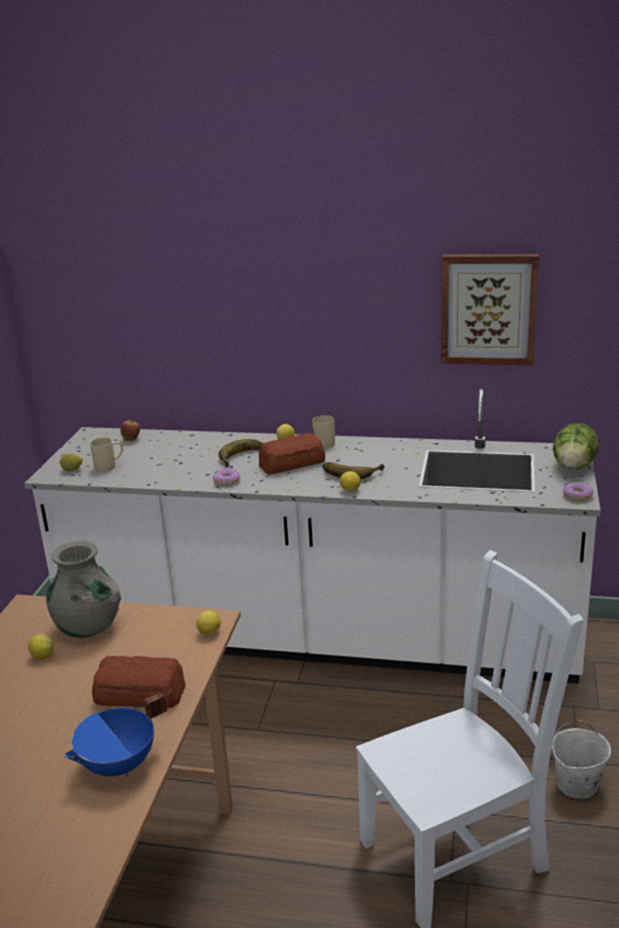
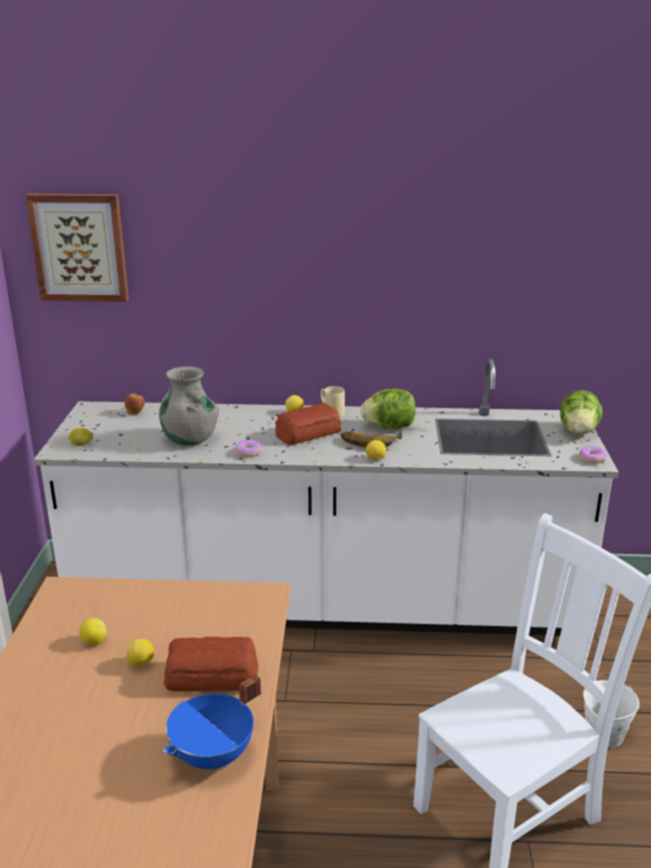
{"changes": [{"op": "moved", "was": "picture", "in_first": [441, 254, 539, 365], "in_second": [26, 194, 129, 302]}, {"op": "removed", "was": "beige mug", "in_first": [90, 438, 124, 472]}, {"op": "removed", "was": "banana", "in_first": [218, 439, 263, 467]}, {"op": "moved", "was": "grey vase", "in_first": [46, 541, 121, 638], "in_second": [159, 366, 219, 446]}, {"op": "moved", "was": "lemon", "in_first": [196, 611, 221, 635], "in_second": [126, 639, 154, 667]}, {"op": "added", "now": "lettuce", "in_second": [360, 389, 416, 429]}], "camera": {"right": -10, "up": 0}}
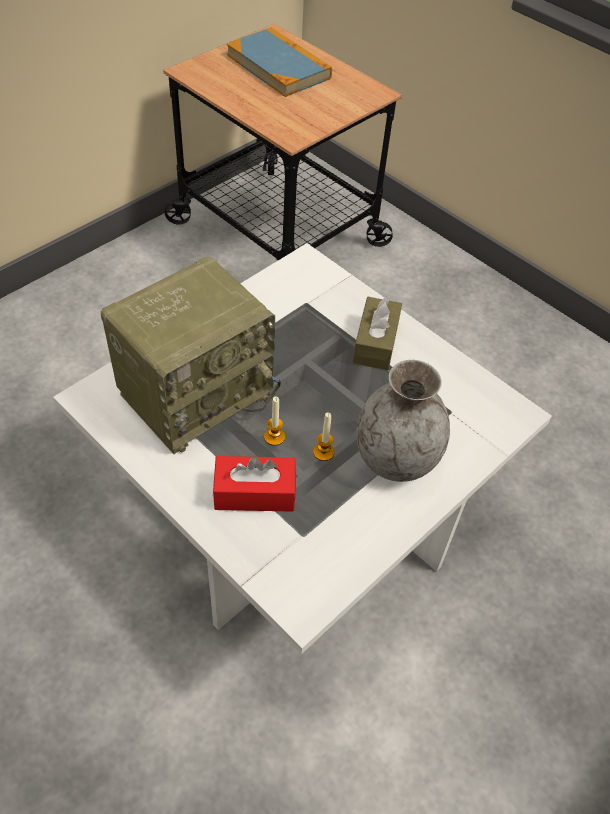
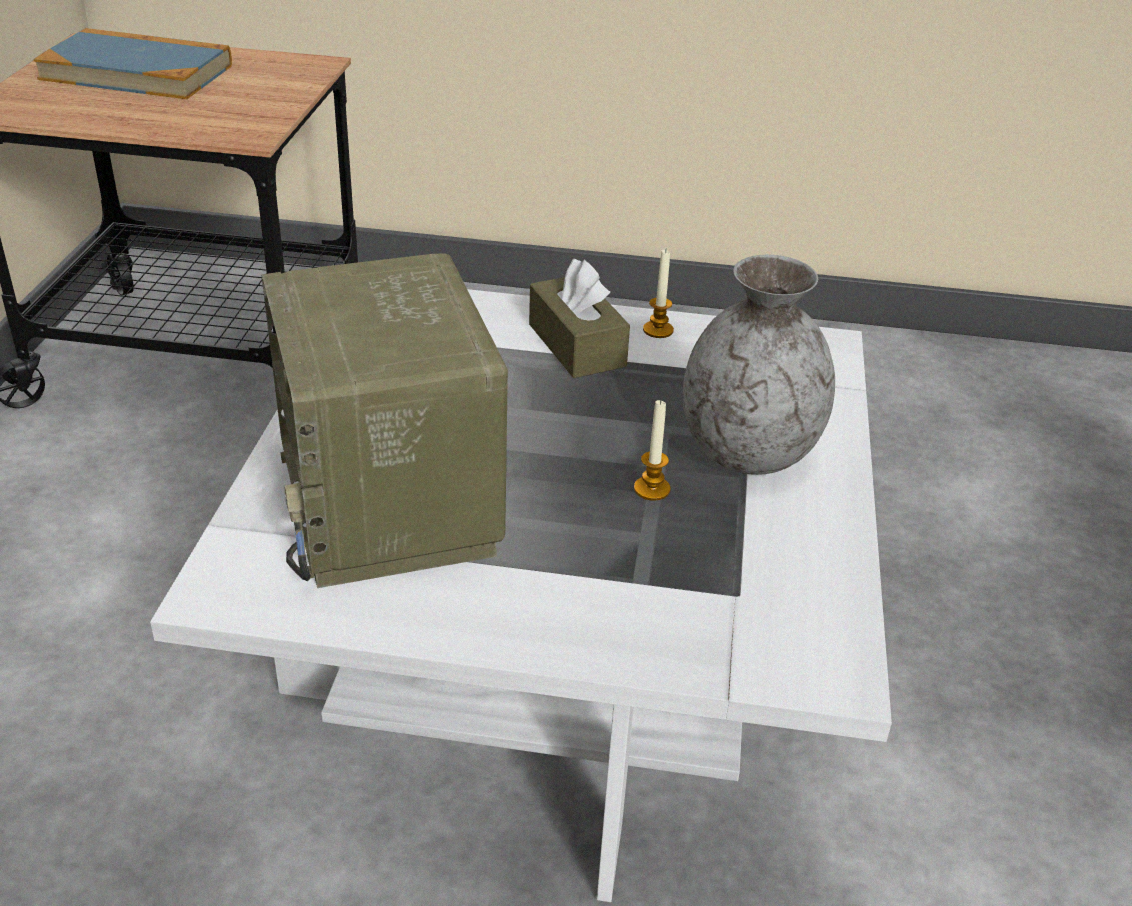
{"changes": [{"op": "turned", "was": "radio", "in_first": [101, 257, 281, 454], "in_second": [262, 253, 508, 588], "clockwise": 150}, {"op": "moved", "was": "candle", "in_first": [264, 396, 285, 446], "in_second": [643, 250, 674, 338]}, {"op": "removed", "was": "red tissue box", "in_first": [213, 456, 296, 512]}], "camera": {"right": -35, "up": -15}}
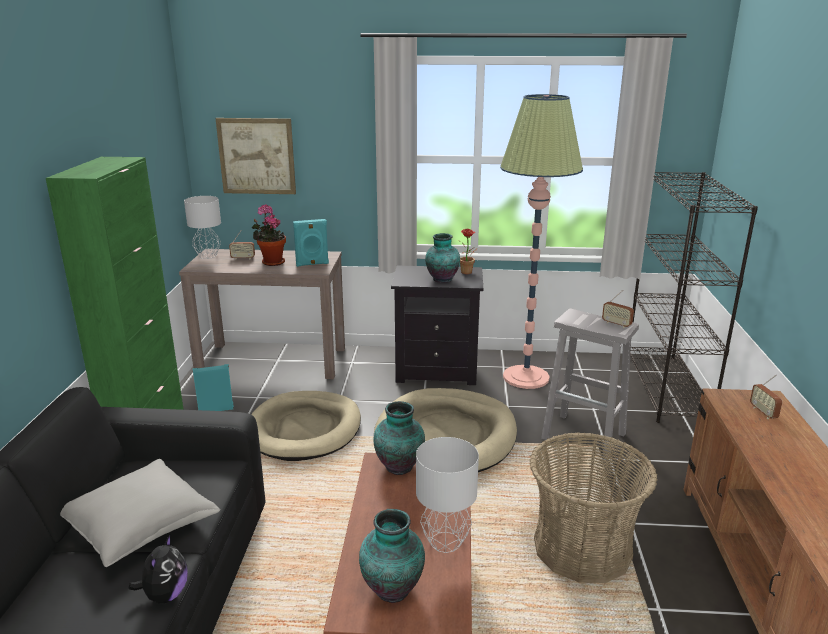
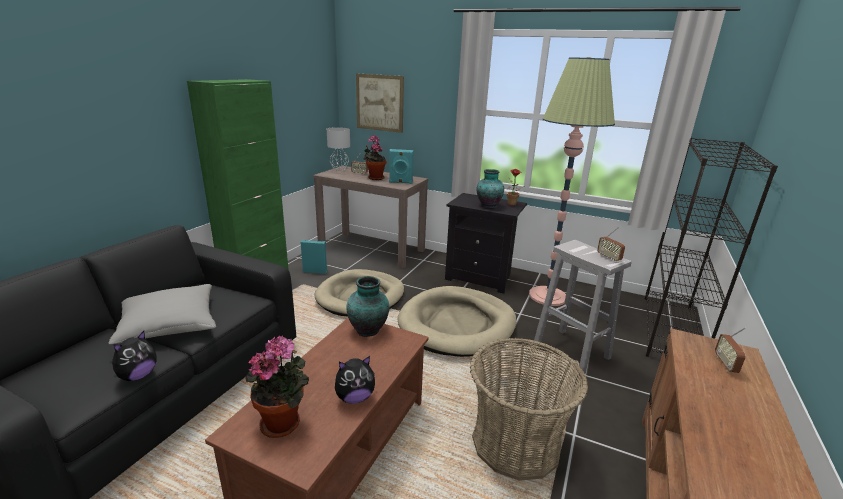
{"changes": [{"op": "replaced", "was": "grey table lamp", "now": "plush toy", "in_first": [416, 437, 479, 553], "in_second": [335, 356, 375, 404]}, {"op": "replaced", "was": "vase", "now": "potted plant", "in_first": [359, 509, 425, 603], "in_second": [245, 335, 309, 438]}], "camera": {"right": 20, "up": 0}}
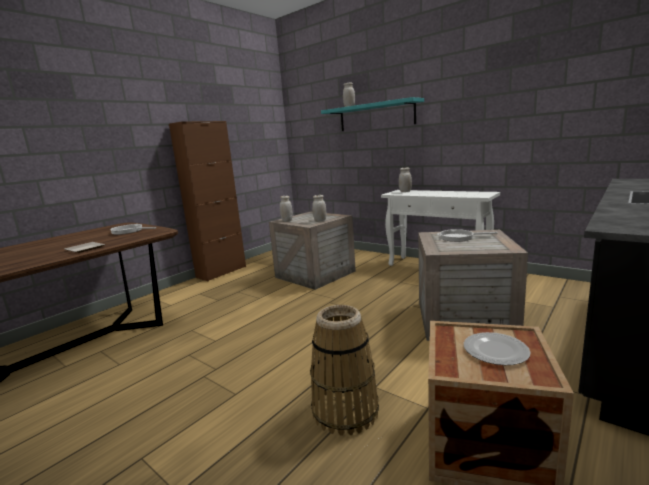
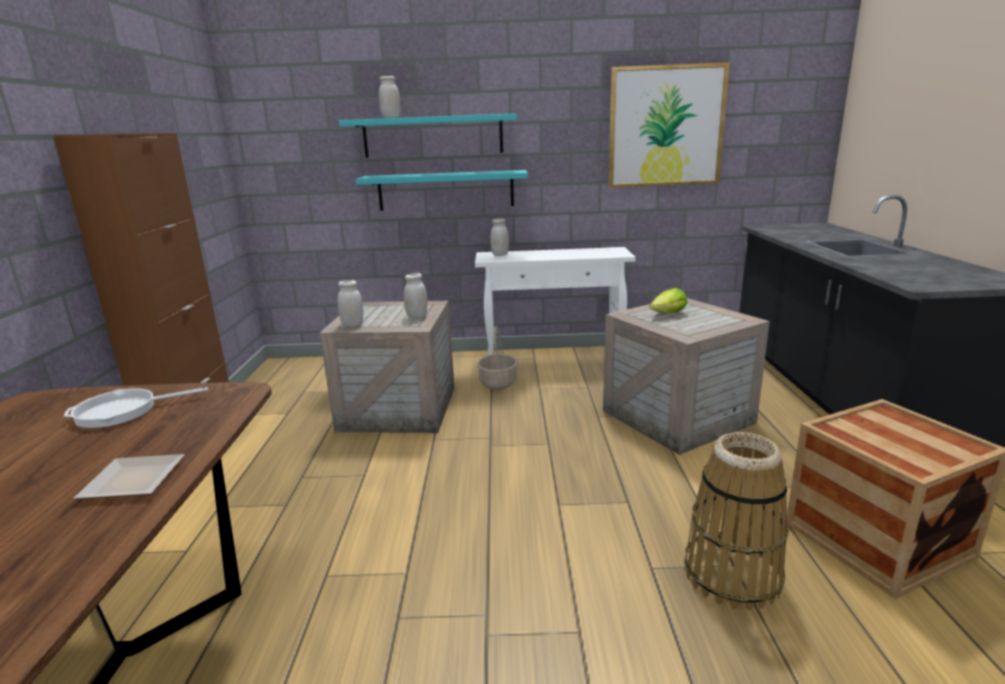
{"changes": [{"op": "replaced", "was": "frying pan", "now": "lettuce", "in_first": [437, 229, 498, 242], "in_second": [650, 288, 687, 313]}, {"op": "removed", "was": "plate", "in_first": [464, 332, 531, 365]}, {"op": "added", "now": "picture", "in_second": [608, 62, 730, 188]}, {"op": "added", "now": "turquoise shelf", "in_second": [355, 170, 528, 211]}, {"op": "added", "now": "basket", "in_second": [477, 325, 518, 390]}], "camera": {"right": -40, "up": 5}}
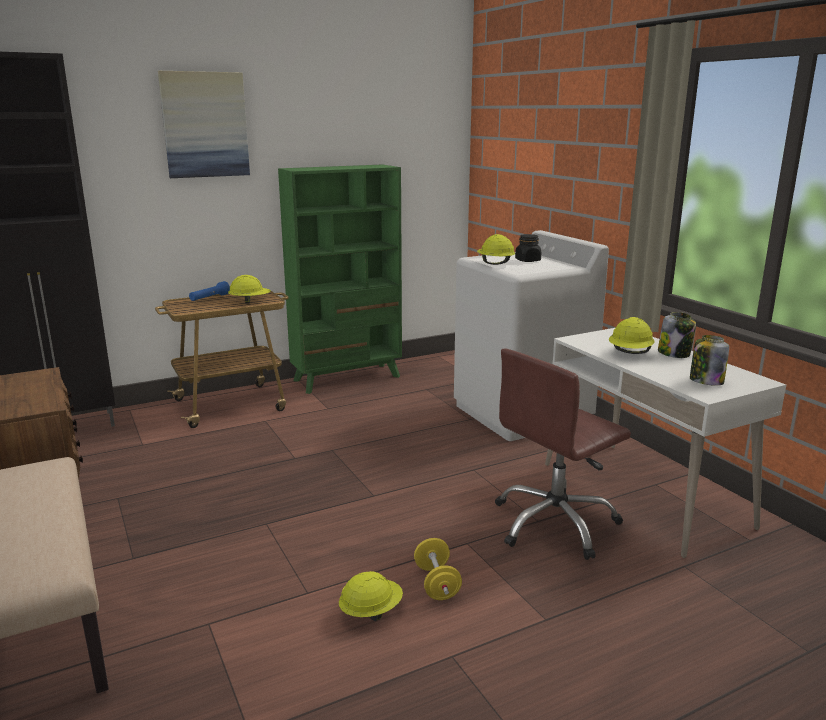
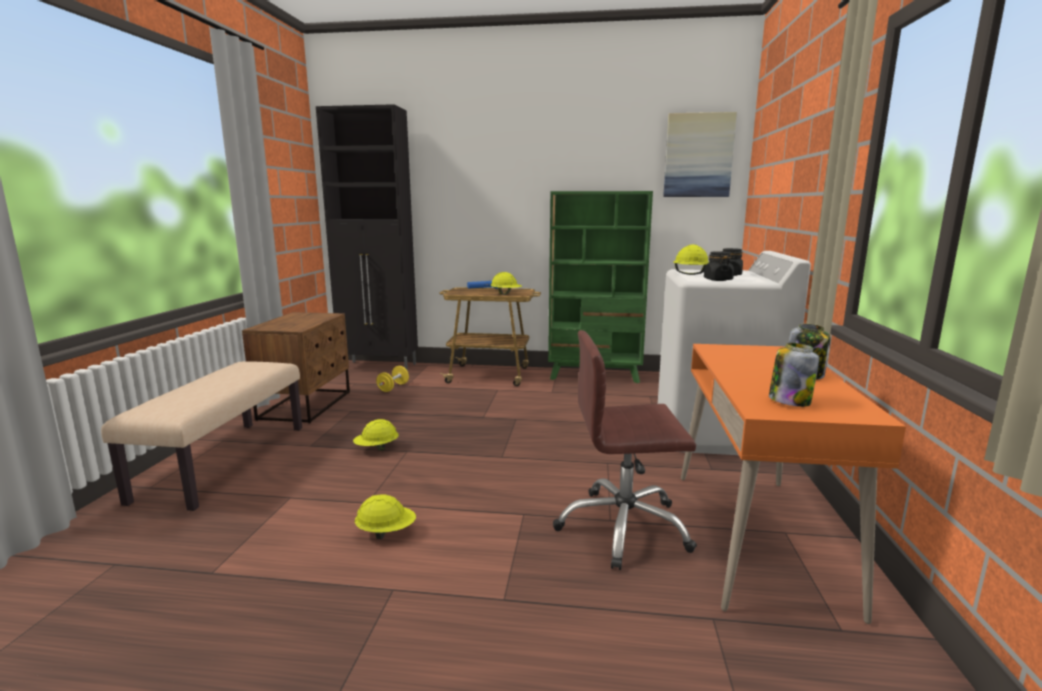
{"changes": [{"op": "moved", "was": "picture", "in_first": [158, 71, 250, 178], "in_second": [663, 112, 737, 197]}, {"op": "moved", "was": "yellow hard hat", "in_first": [609, 317, 655, 354], "in_second": [353, 419, 399, 451]}, {"op": "recoloured", "was": "white desk", "now": "orange desk", "in_first": [545, 328, 786, 558], "in_second": [681, 344, 906, 624]}, {"op": "moved", "was": "yellow dumbbell", "in_first": [414, 538, 462, 600], "in_second": [376, 366, 409, 392]}, {"op": "added", "now": "black jar", "in_second": [704, 251, 734, 281]}], "camera": {"right": 35, "up": -5}}
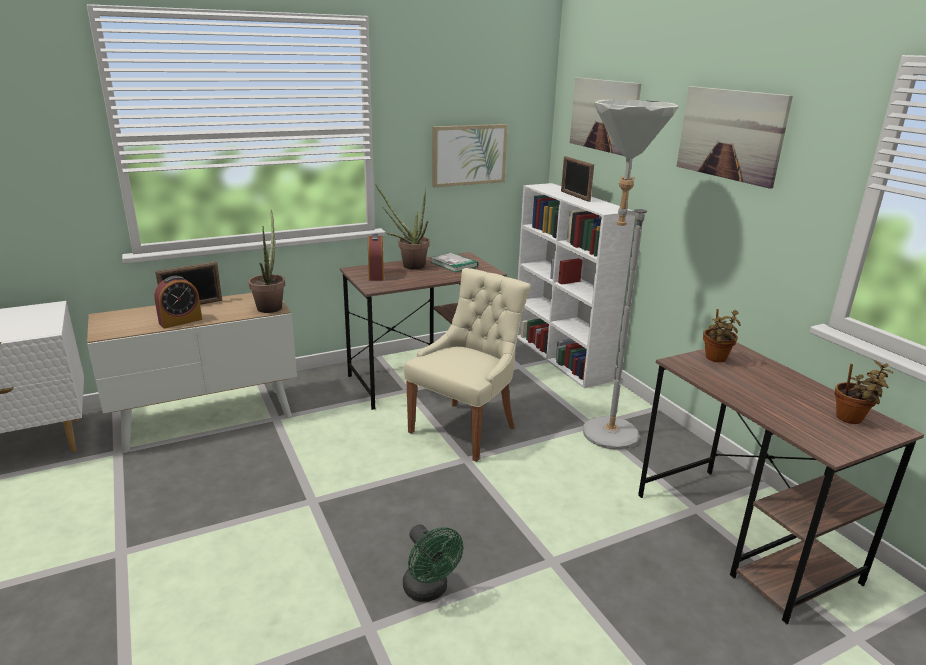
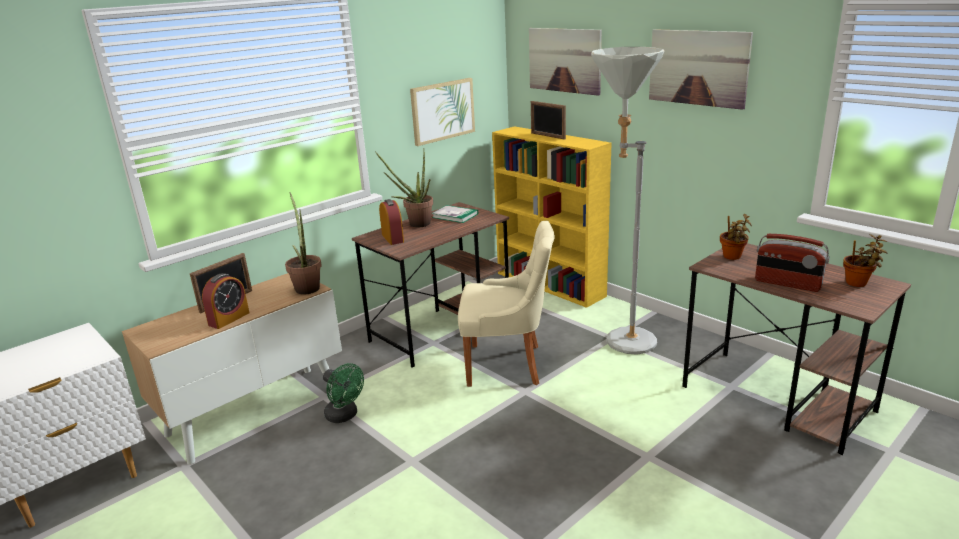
{"changes": [{"op": "recoloured", "was": "white bookcase", "now": "yellow bookcase", "in_first": [517, 183, 635, 388], "in_second": [492, 126, 612, 308]}, {"op": "turned", "was": "beige chair", "in_first": [404, 268, 531, 462], "in_second": [458, 221, 554, 387], "clockwise": 75}, {"op": "moved", "was": "green fan", "in_first": [403, 524, 463, 602], "in_second": [323, 363, 364, 423]}, {"op": "added", "now": "radio", "in_second": [755, 234, 830, 292]}], "camera": {"right": -15, "up": 0}}
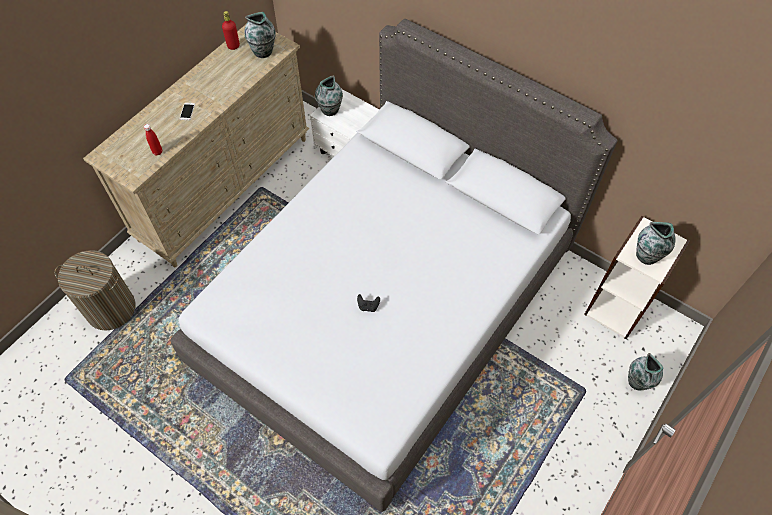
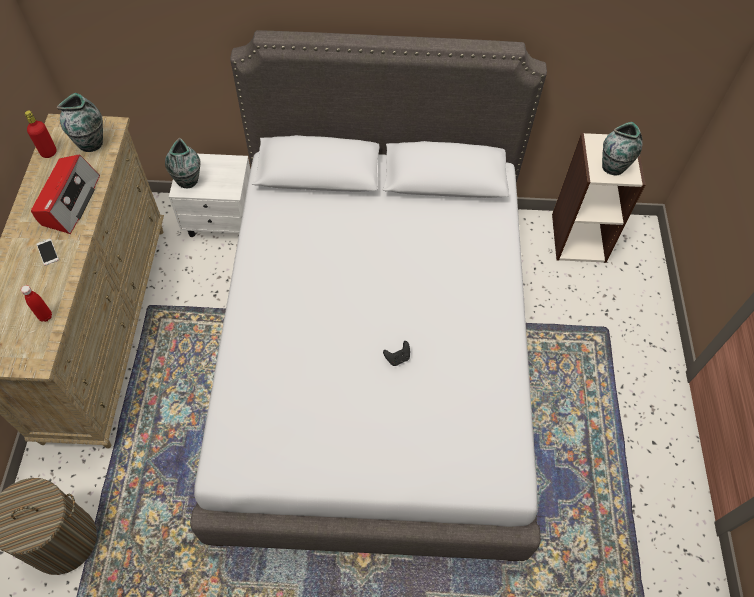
{"changes": [{"op": "removed", "was": "vase", "in_first": [628, 353, 664, 391]}, {"op": "added", "now": "radio", "in_second": [31, 155, 100, 234]}], "camera": {"right": -35, "up": 0}}
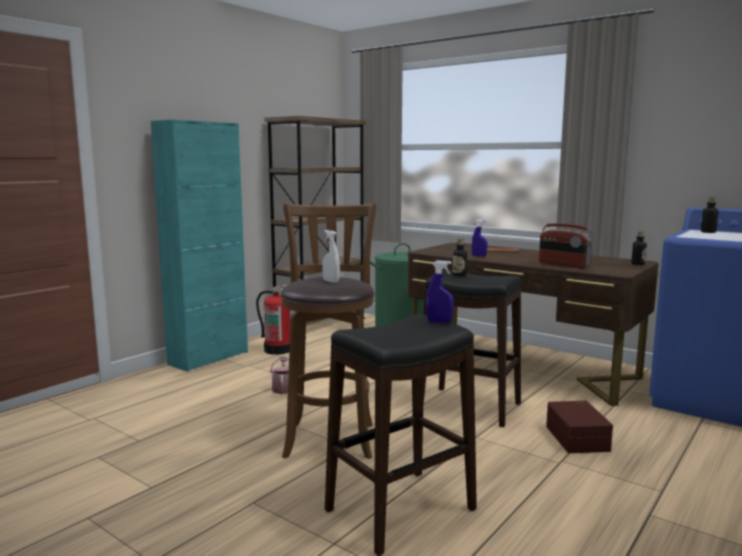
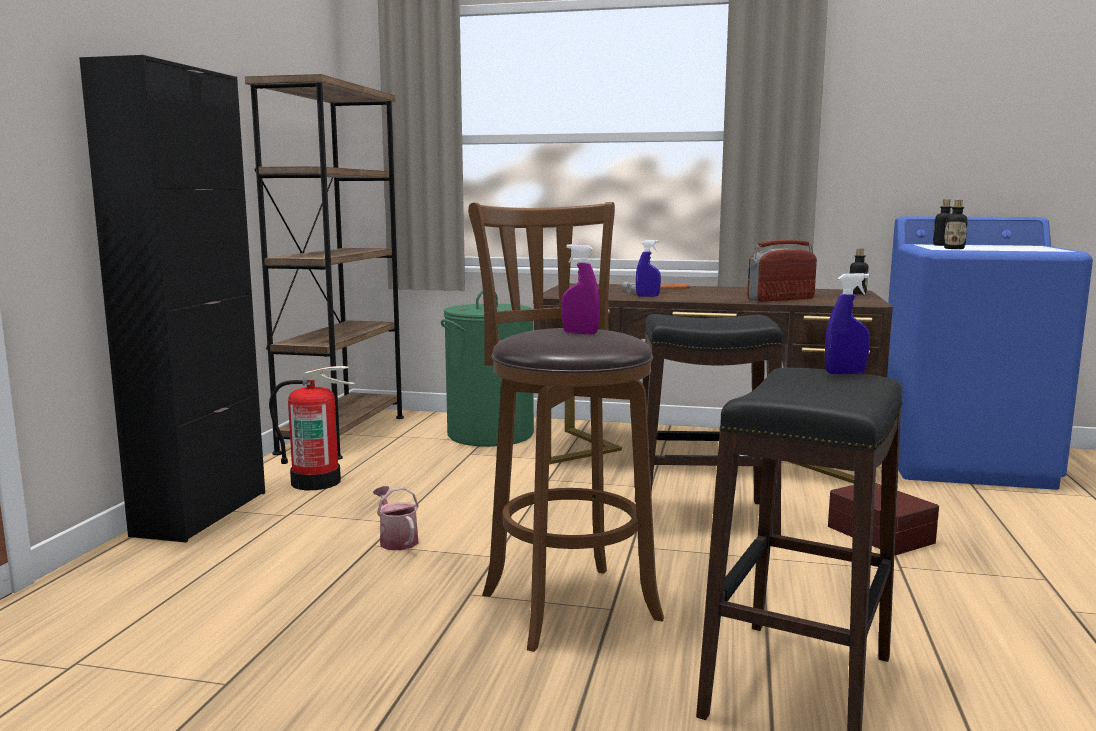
{"changes": [{"op": "recoloured", "was": "turquoise cabinet", "now": "black cabinet", "in_first": [151, 119, 248, 372], "in_second": [79, 55, 265, 543]}, {"op": "turned", "was": "radio", "in_first": [539, 223, 593, 268], "in_second": [747, 240, 817, 302], "clockwise": 135}, {"op": "recoloured", "was": "white spray bottle", "now": "purple spray bottle", "in_first": [322, 230, 340, 283], "in_second": [562, 244, 600, 335]}, {"op": "moved", "was": "bottle", "in_first": [453, 239, 467, 276], "in_second": [944, 200, 968, 249]}], "camera": {"right": -25, "up": 0}}
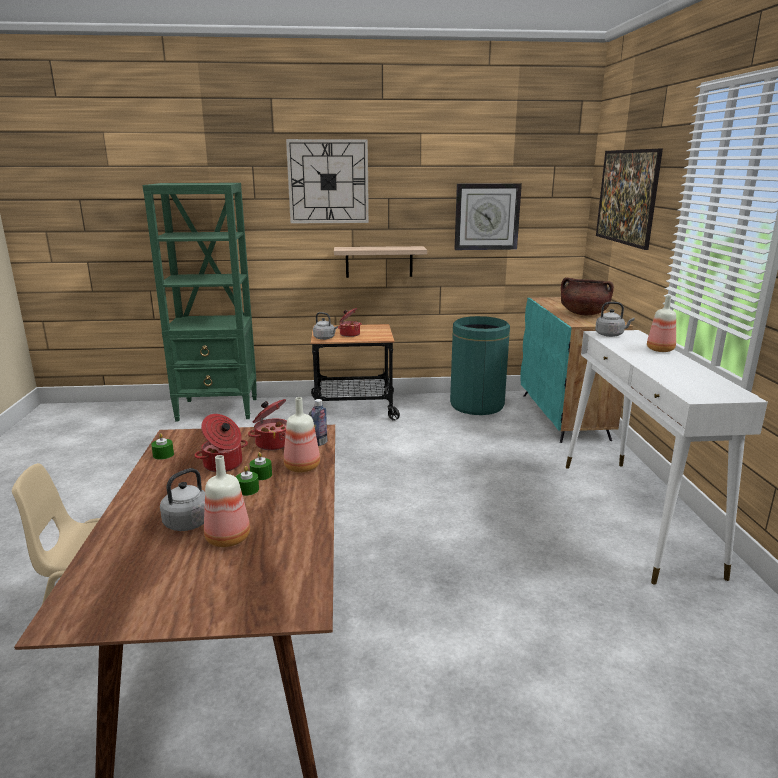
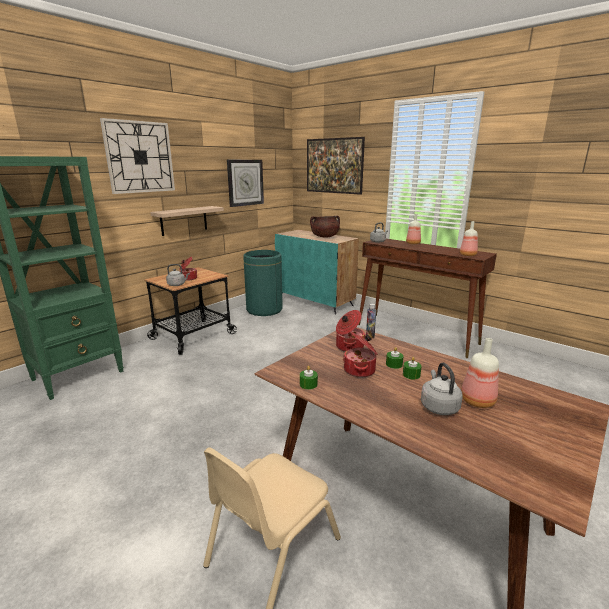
{"changes": [{"op": "recoloured", "was": "white console table", "now": "brown console table", "in_first": [566, 330, 768, 585], "in_second": [358, 239, 497, 358]}, {"op": "moved", "was": "bottle", "in_first": [284, 397, 320, 473], "in_second": [460, 221, 478, 256]}], "camera": {"right": -45, "up": 0}}
